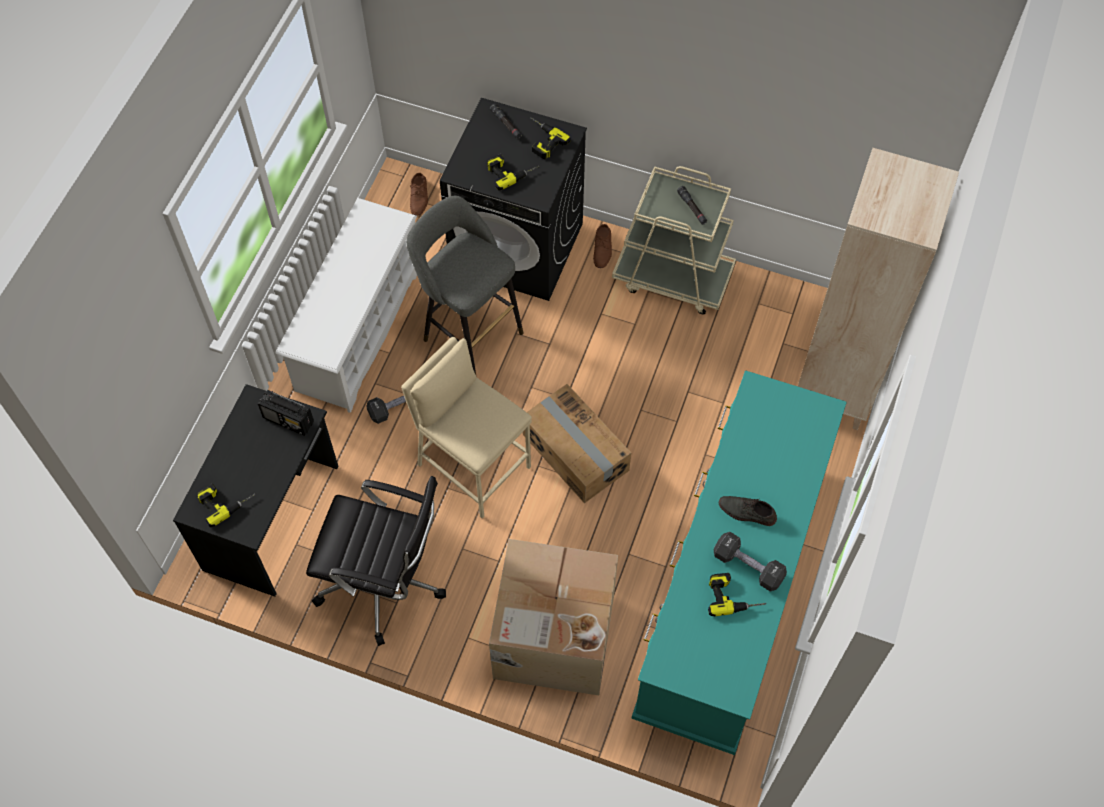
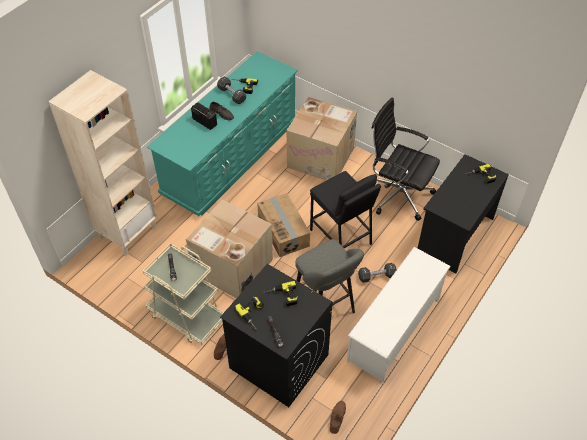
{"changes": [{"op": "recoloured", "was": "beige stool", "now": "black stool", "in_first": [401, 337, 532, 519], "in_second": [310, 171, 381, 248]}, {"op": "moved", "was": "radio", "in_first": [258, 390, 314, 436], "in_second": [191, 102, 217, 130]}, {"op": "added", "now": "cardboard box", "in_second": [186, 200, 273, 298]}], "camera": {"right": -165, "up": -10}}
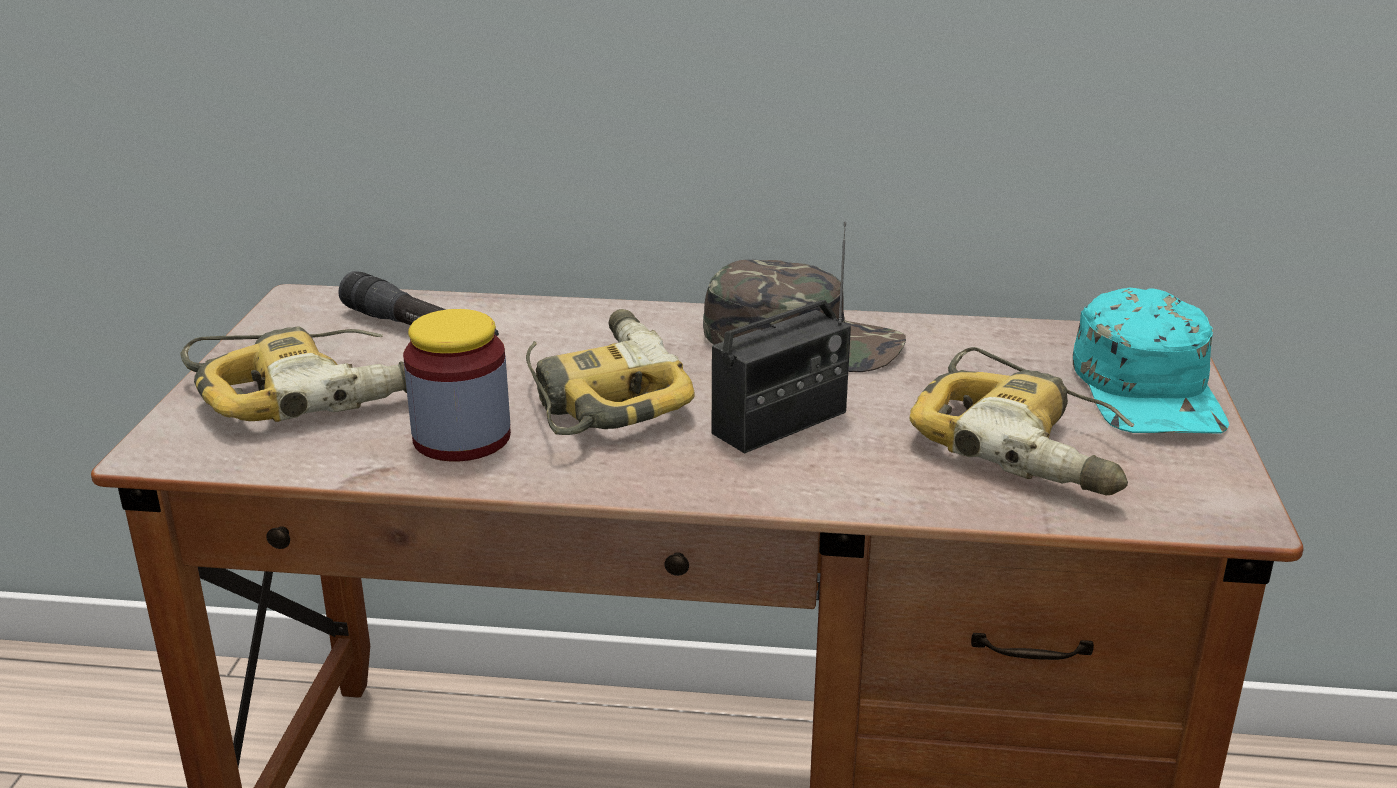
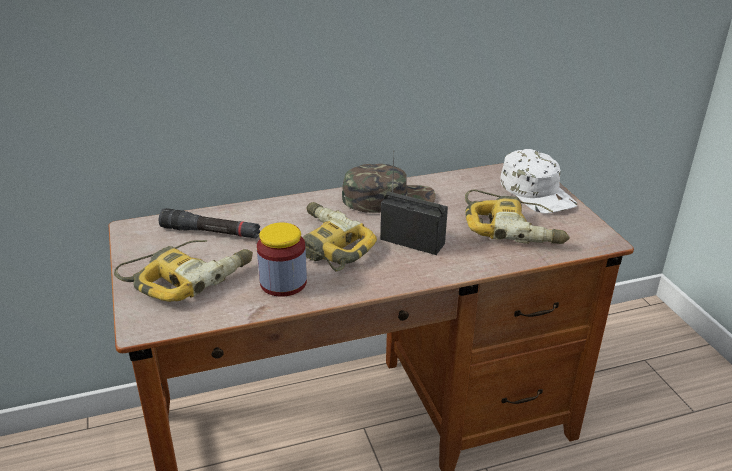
{"changes": [{"op": "turned", "was": "radio", "in_first": [712, 222, 851, 454], "in_second": [380, 150, 448, 255], "clockwise": -90}, {"op": "recoloured", "was": "turquoise cap", "now": "white cap", "in_first": [1073, 287, 1229, 433], "in_second": [500, 149, 577, 214]}], "camera": {"right": -25, "up": 5}}
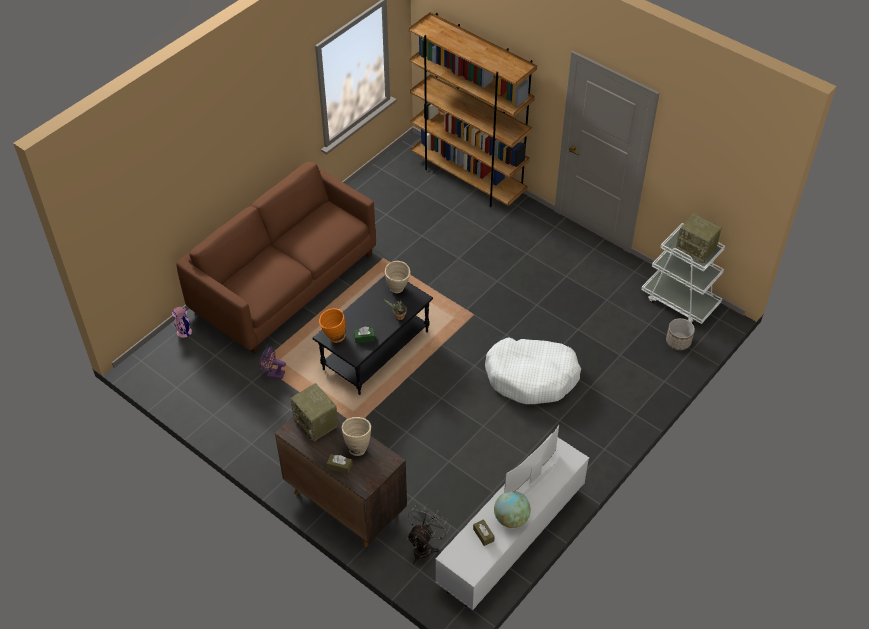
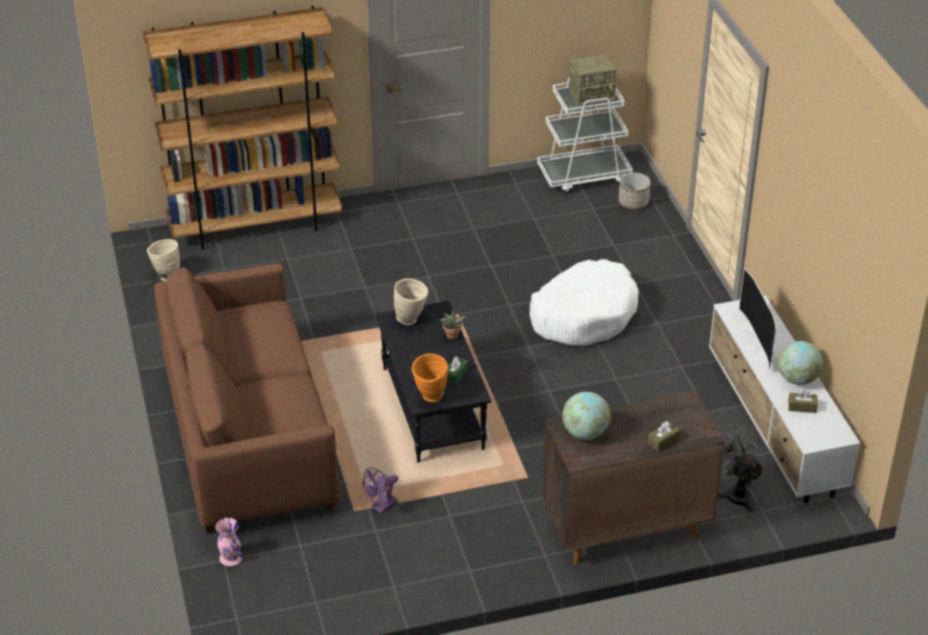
{"changes": [{"op": "replaced", "was": "radio", "now": "globe", "in_first": [290, 383, 338, 441], "in_second": [562, 392, 611, 440]}, {"op": "moved", "was": "beige vase", "in_first": [342, 417, 371, 456], "in_second": [147, 239, 180, 281]}], "camera": {"right": -55, "up": -10}}
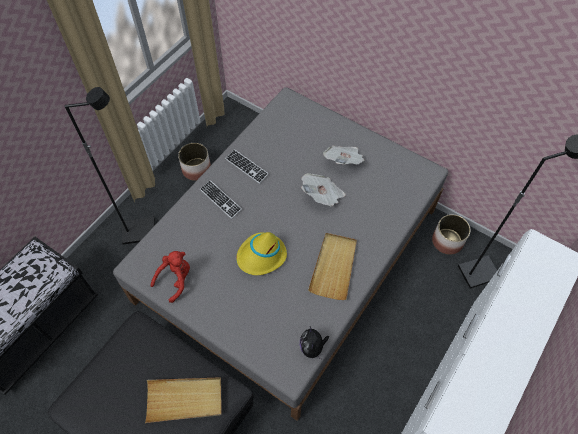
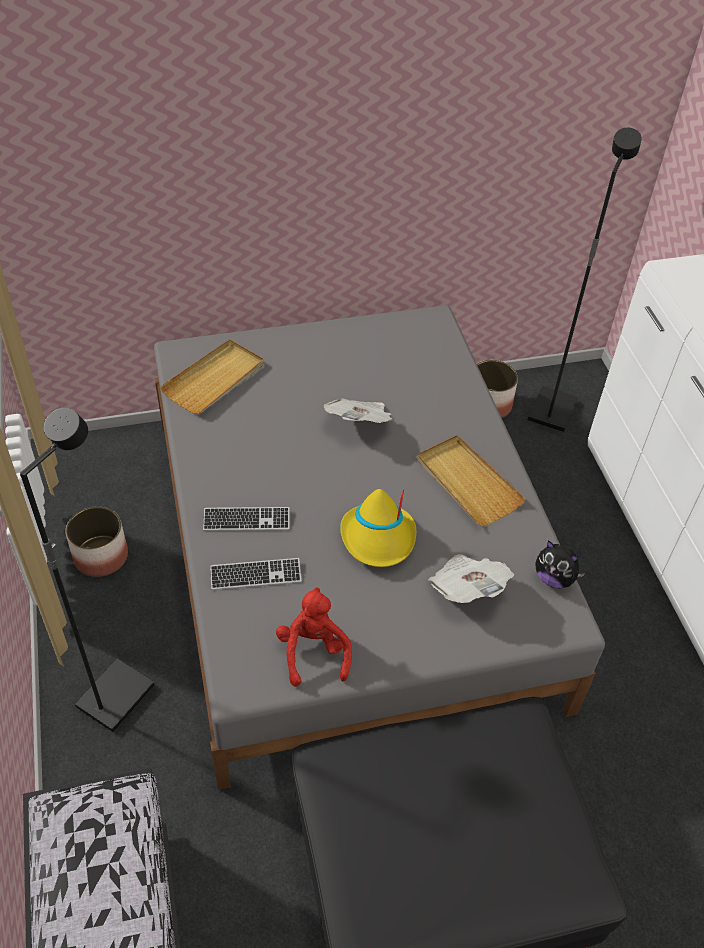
{"changes": [{"op": "moved", "was": "newspaper", "in_first": [323, 146, 365, 164], "in_second": [428, 554, 514, 603]}, {"op": "moved", "was": "keyboard", "in_first": [225, 149, 269, 184], "in_second": [210, 558, 302, 590]}, {"op": "moved", "was": "beige tray", "in_first": [145, 378, 222, 423], "in_second": [160, 339, 264, 414]}], "camera": {"right": -50, "up": -10}}
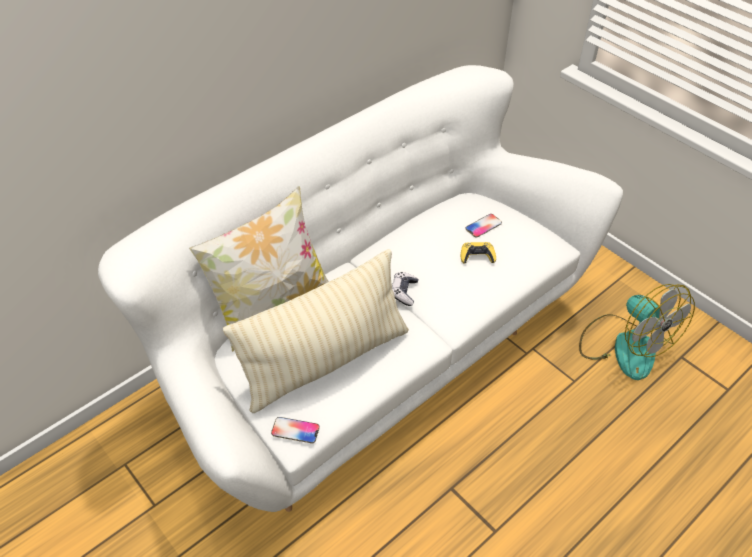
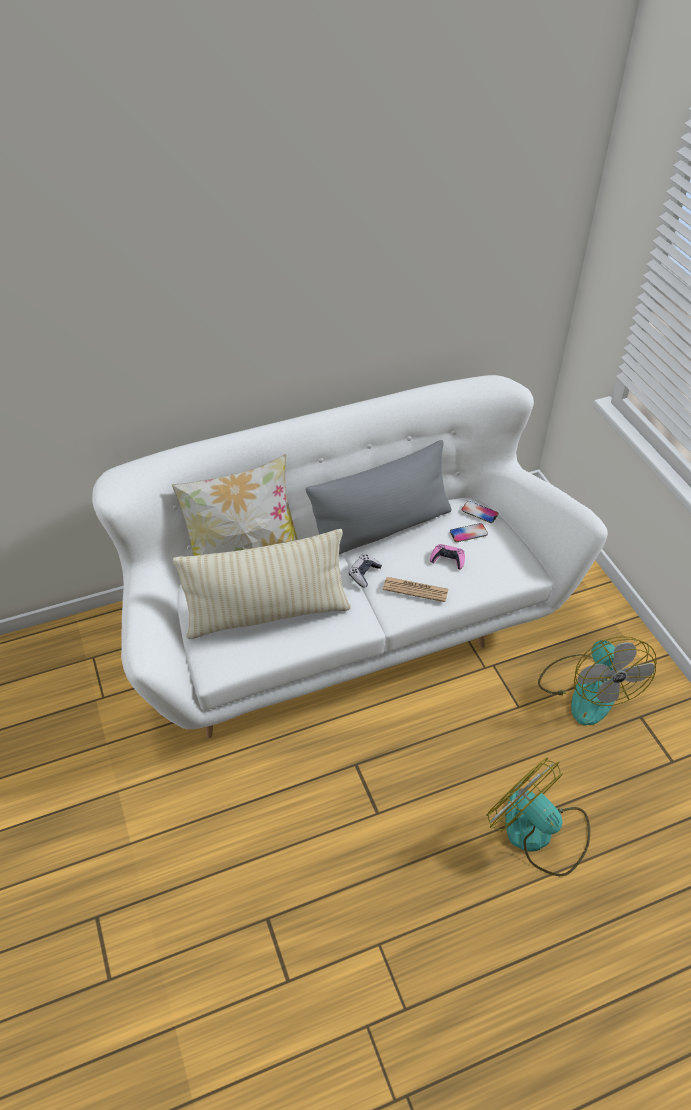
{"changes": [{"op": "recoloured", "was": "yellow game controller", "now": "pink game controller", "in_first": [461, 242, 496, 264], "in_second": [430, 544, 465, 570]}, {"op": "moved", "was": "phone", "in_first": [271, 417, 320, 443], "in_second": [462, 501, 499, 523]}, {"op": "added", "now": "grey pillow", "in_second": [306, 440, 451, 554]}, {"op": "added", "now": "newspaper", "in_second": [383, 577, 448, 602]}, {"op": "added", "now": "fan", "in_second": [486, 757, 590, 876]}], "camera": {"right": 20, "up": 0}}
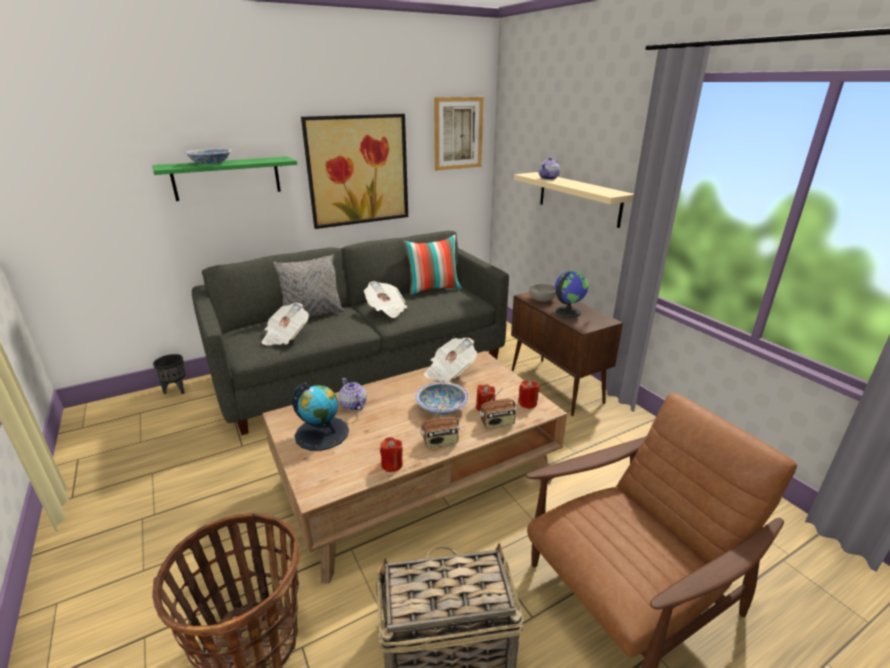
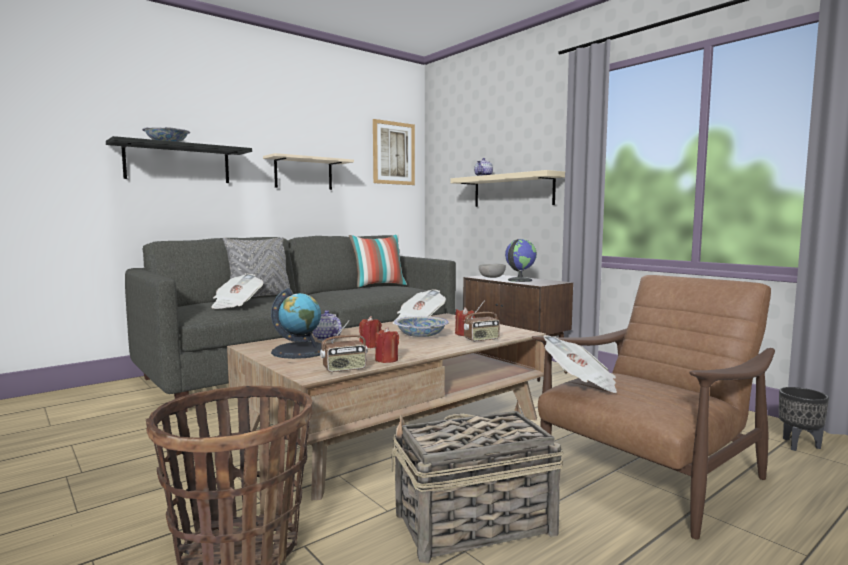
{"changes": [{"op": "replaced", "was": "picture", "now": "beige shelf", "in_first": [301, 114, 408, 229], "in_second": [263, 153, 354, 190]}, {"op": "recoloured", "was": "green shelf", "now": "black shelf", "in_first": [152, 157, 297, 201], "in_second": [106, 136, 252, 183]}, {"op": "moved", "was": "newspaper", "in_first": [364, 281, 407, 318], "in_second": [543, 335, 617, 393]}, {"op": "moved", "was": "black planter", "in_first": [153, 354, 186, 394], "in_second": [779, 387, 829, 451]}, {"op": "moved", "was": "red candle", "in_first": [518, 380, 540, 409], "in_second": [359, 316, 382, 348]}, {"op": "moved", "was": "radio", "in_first": [421, 405, 460, 448], "in_second": [320, 321, 368, 372]}], "camera": {"right": -10, "up": -20}}
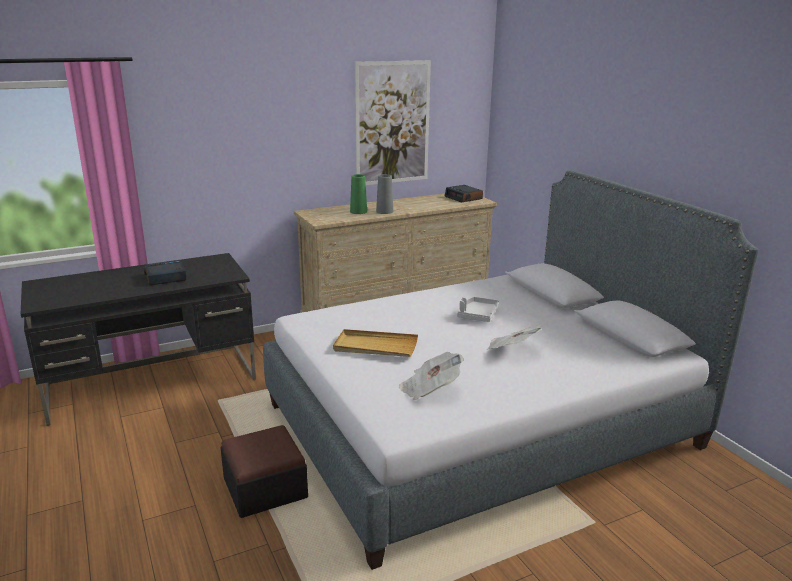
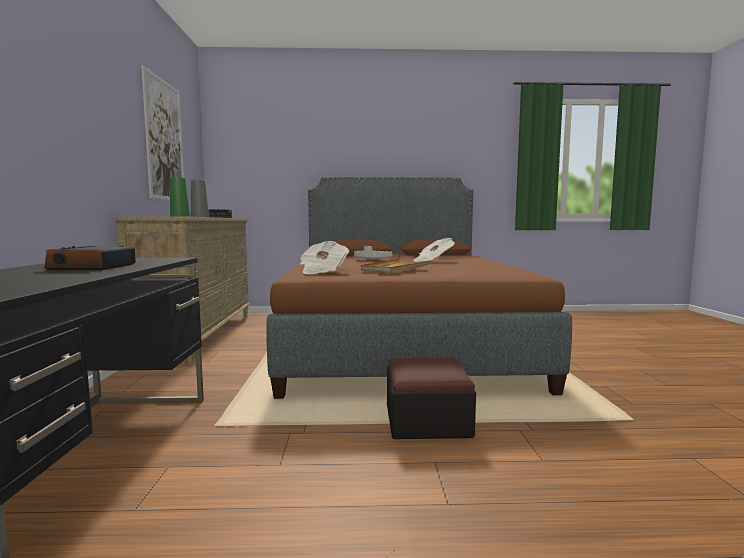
{"changes": [{"op": "recoloured", "was": "grey bed", "now": "brown bed", "in_first": [263, 170, 759, 570], "in_second": [266, 177, 572, 399]}, {"op": "moved", "was": "newspaper", "in_first": [399, 352, 464, 400], "in_second": [300, 241, 349, 274]}], "camera": {"right": -65, "up": -15}}
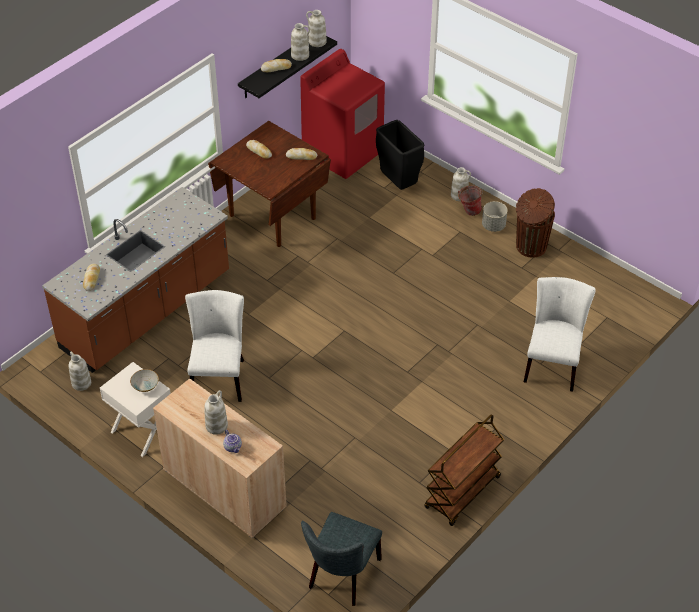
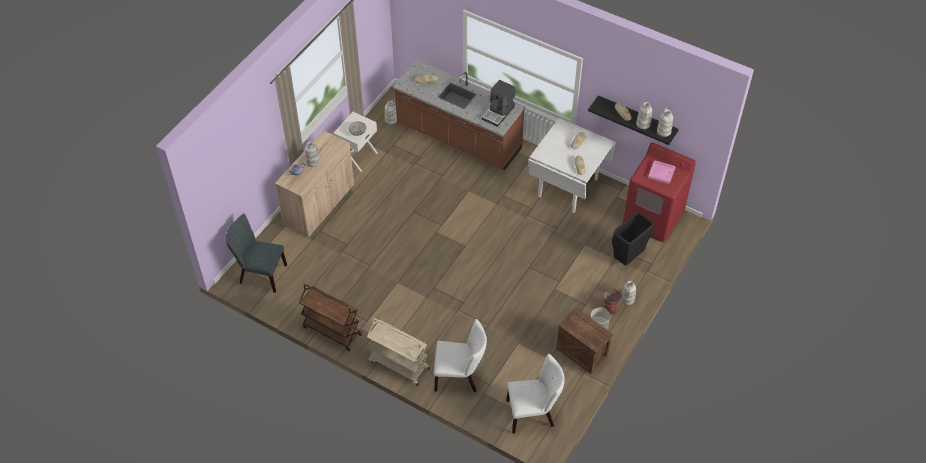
{"changes": [{"op": "recoloured", "was": "brown dining table", "now": "white dining table", "in_first": [208, 121, 331, 247], "in_second": [528, 118, 616, 213]}, {"op": "replaced", "was": "brown trash can", "now": "crate", "in_first": [516, 188, 555, 258], "in_second": [556, 308, 614, 374]}, {"op": "moved", "was": "white chair", "in_first": [185, 290, 244, 402], "in_second": [506, 354, 565, 434]}, {"op": "added", "now": "coffee machine", "in_second": [482, 80, 516, 127]}, {"op": "added", "now": "pink tray", "in_second": [648, 160, 676, 184]}, {"op": "added", "now": "beige cart", "in_second": [367, 318, 430, 386]}], "camera": {"right": 80, "up": 5}}
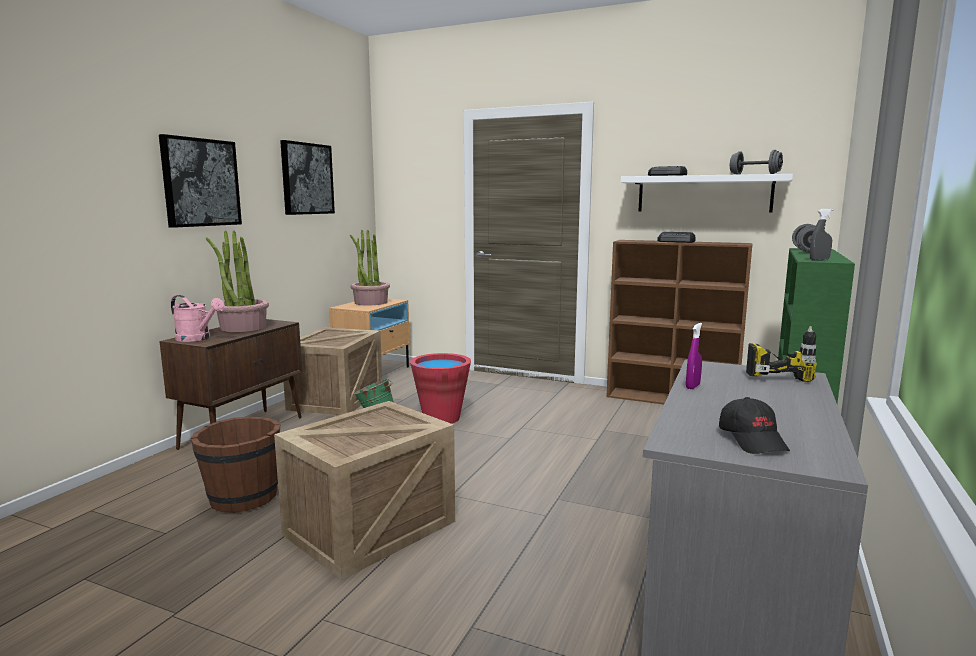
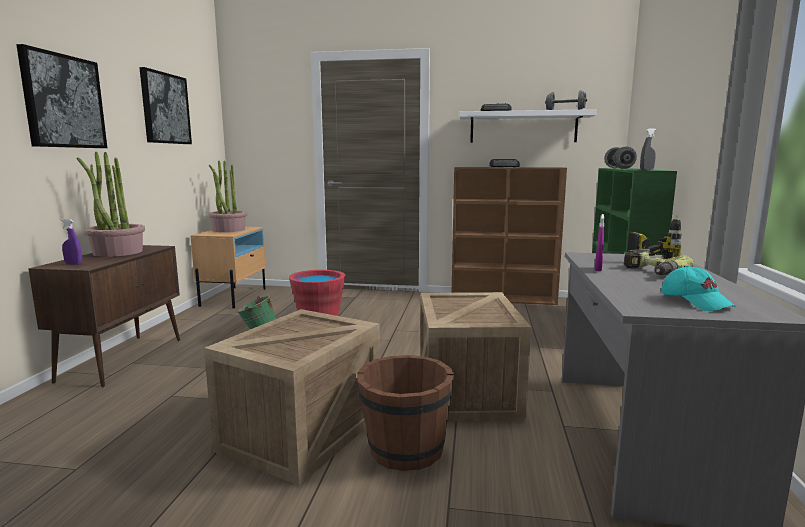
{"changes": [{"op": "replaced", "was": "pink watering can", "now": "purple spray bottle", "in_first": [171, 295, 225, 342], "in_second": [61, 219, 82, 265]}, {"op": "moved", "was": "crate", "in_first": [283, 327, 382, 415], "in_second": [420, 292, 531, 422]}, {"op": "recoloured", "was": "black cap", "now": "turquoise cap", "in_first": [719, 397, 790, 454], "in_second": [661, 265, 735, 311]}, {"op": "moved", "was": "brown bucket", "in_first": [190, 417, 280, 513], "in_second": [357, 355, 454, 471]}, {"op": "added", "now": "power drill", "in_second": [624, 249, 694, 275]}], "camera": {"right": -15, "up": 0}}
